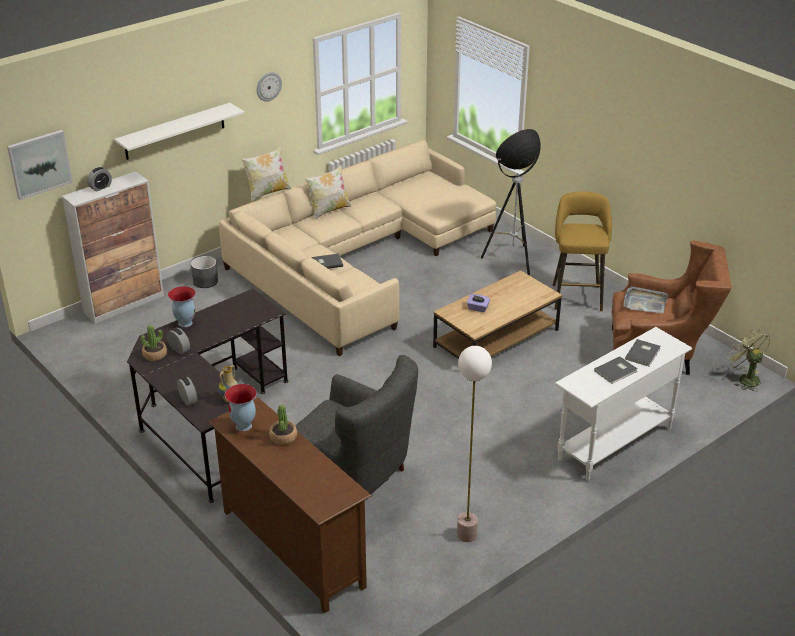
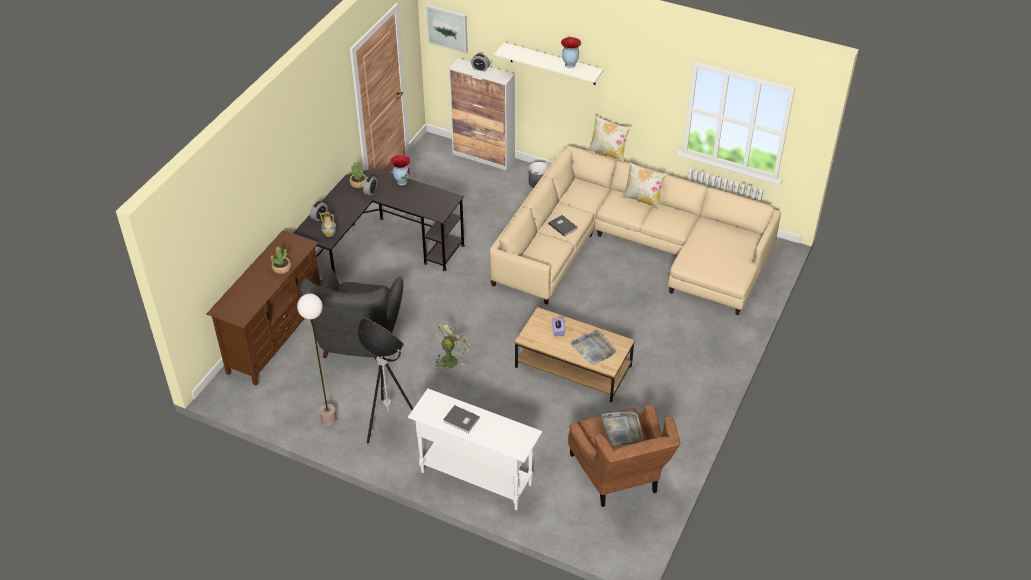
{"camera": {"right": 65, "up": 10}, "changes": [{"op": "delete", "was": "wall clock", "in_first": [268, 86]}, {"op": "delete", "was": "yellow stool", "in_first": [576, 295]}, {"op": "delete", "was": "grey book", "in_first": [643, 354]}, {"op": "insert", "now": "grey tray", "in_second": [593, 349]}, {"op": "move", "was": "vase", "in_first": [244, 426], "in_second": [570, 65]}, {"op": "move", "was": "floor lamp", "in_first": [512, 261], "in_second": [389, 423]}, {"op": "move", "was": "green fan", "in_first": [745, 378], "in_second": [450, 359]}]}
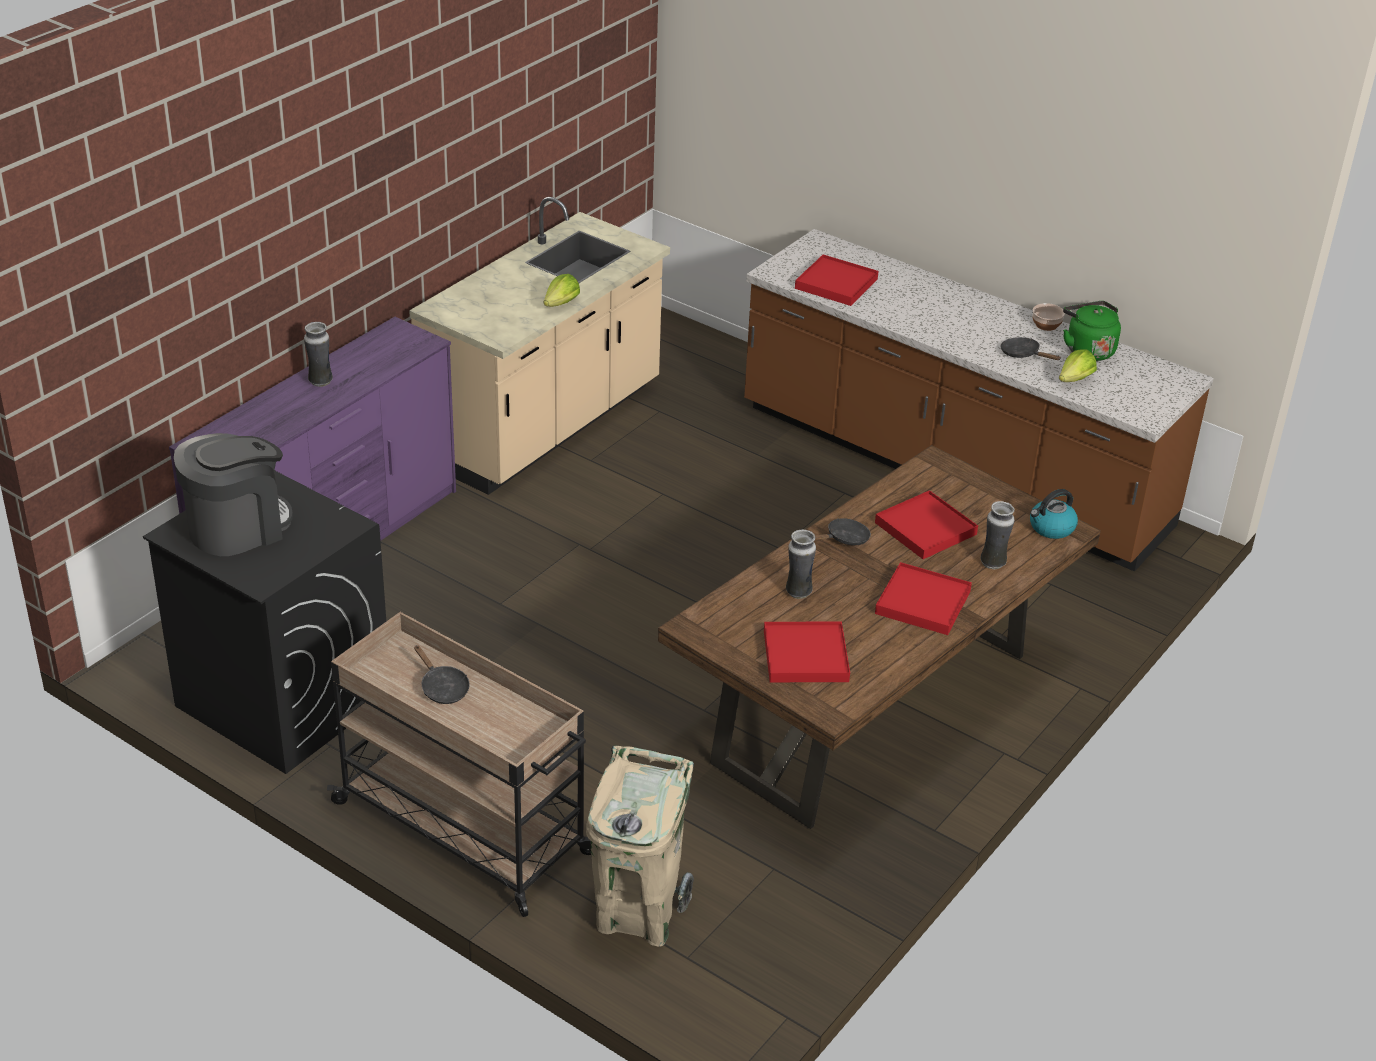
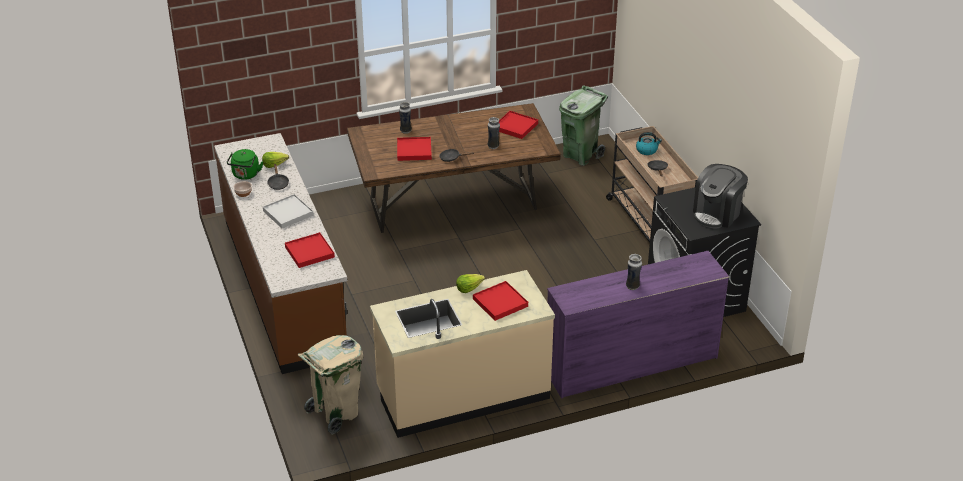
{"camera": {"right": -145, "up": 0}, "changes": [{"op": "insert", "now": "white tray", "in_second": [288, 213]}, {"op": "insert", "now": "green trash can", "in_second": [580, 155]}, {"op": "move", "was": "beige trash can", "in_first": [638, 914], "in_second": [336, 413]}, {"op": "move", "was": "red tray", "in_first": [922, 602], "in_second": [500, 303]}, {"op": "move", "was": "kettle", "in_first": [1051, 528], "in_second": [647, 150]}, {"op": "rotate", "was": "coffee machine", "in_first": [237, 527], "in_second": [717, 214], "clockwise": -45}]}
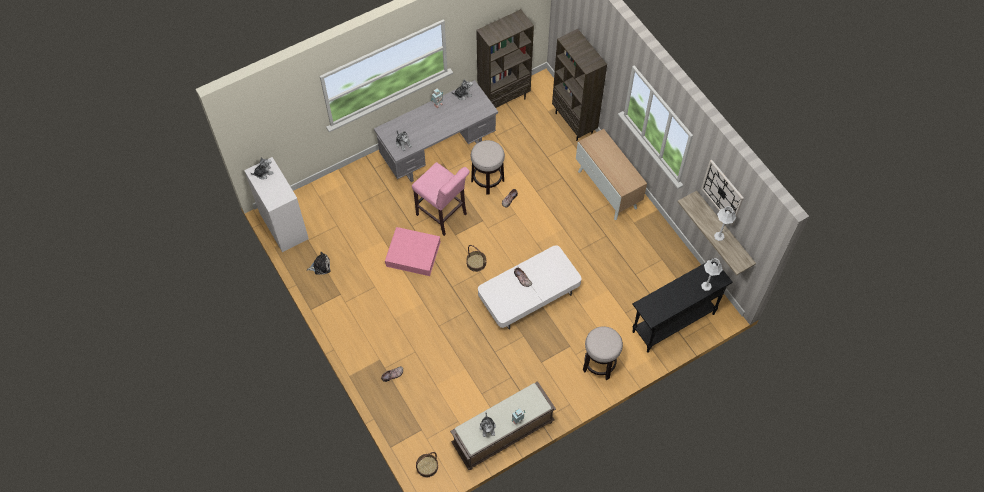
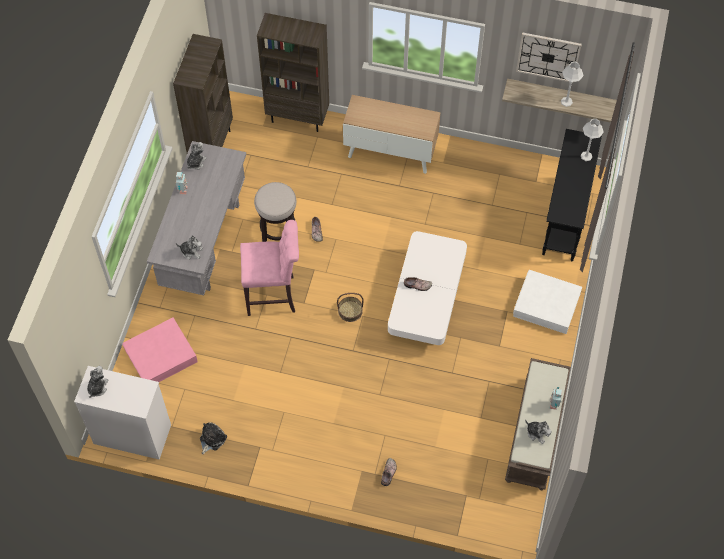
{"camera": {"right": -45, "up": 0}, "changes": [{"op": "delete", "was": "basket", "in_first": [427, 466]}, {"op": "move", "was": "pink storage box", "in_first": [413, 254], "in_second": [161, 355]}, {"op": "replace", "was": "stool", "now": "white storage box", "in_first": [599, 364], "in_second": [546, 305]}]}
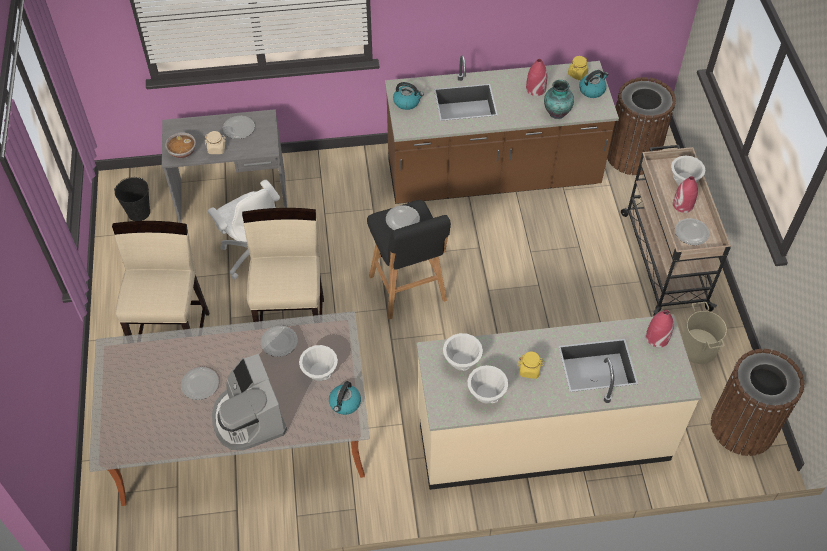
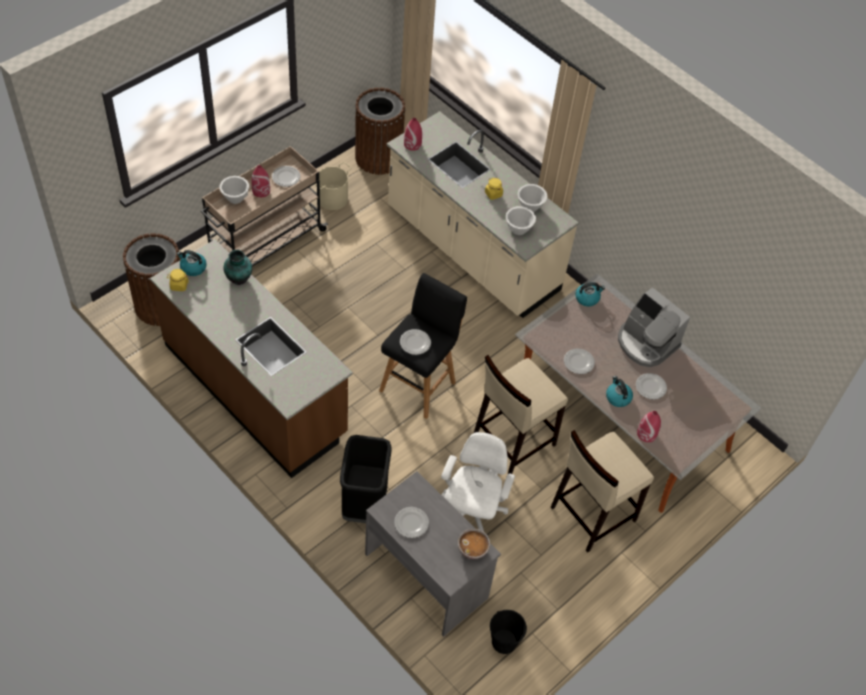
{"camera": {"right": -130, "up": 0}, "changes": [{"op": "delete", "was": "beige jar", "in_first": [217, 149]}, {"op": "delete", "was": "white bowl", "in_first": [319, 373]}, {"op": "insert", "now": "black trash can", "in_second": [364, 503]}, {"op": "move", "was": "kettle", "in_first": [407, 102], "in_second": [617, 397]}, {"op": "move", "was": "red vase", "in_first": [535, 89], "in_second": [647, 434]}, {"op": "rotate", "was": "coffee machine", "in_first": [249, 418], "in_second": [646, 343], "clockwise": 105}]}
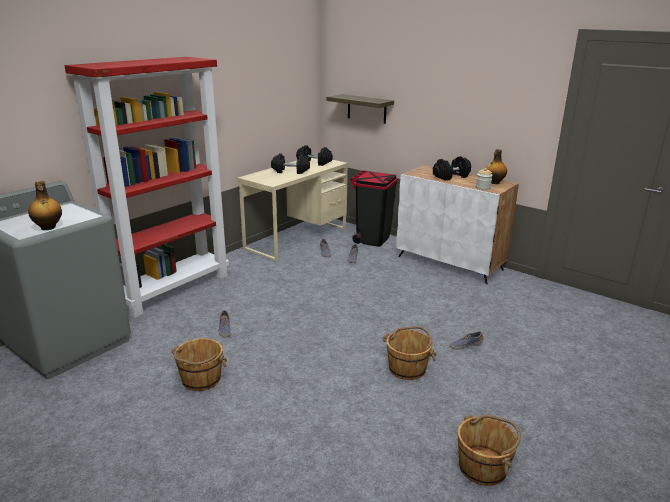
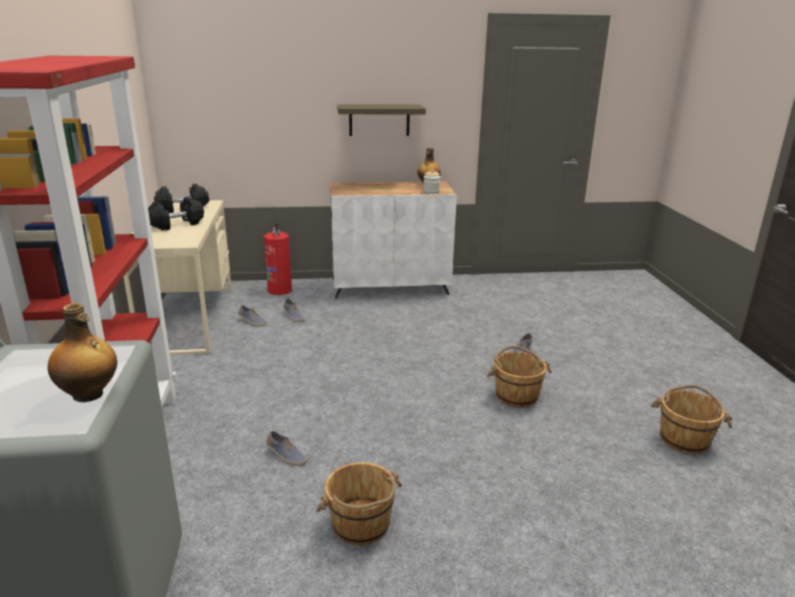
{"camera": {"right": -45, "up": 0}, "changes": [{"op": "delete", "was": "black dumbbell", "in_first": [451, 177]}, {"op": "move", "was": "shelf", "in_first": [366, 109], "in_second": [379, 120]}, {"op": "replace", "was": "black trash can", "now": "fire extinguisher", "in_first": [372, 239], "in_second": [279, 290]}]}
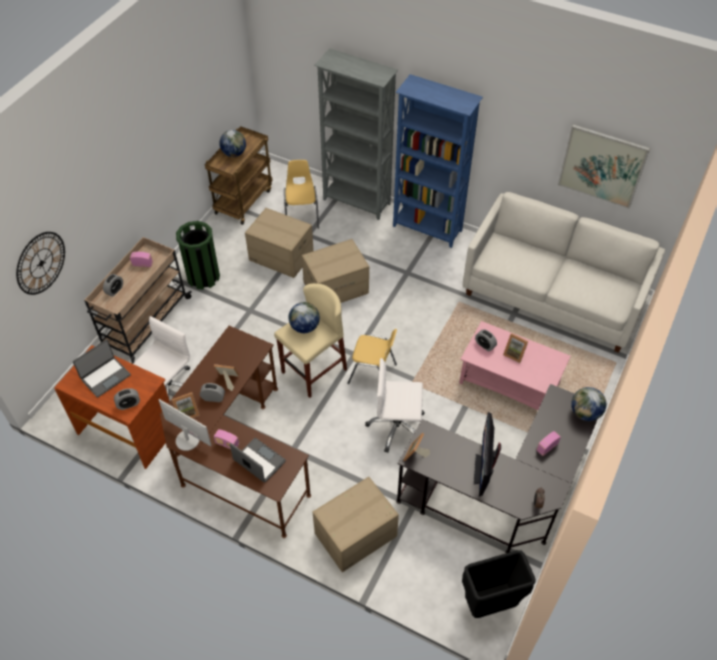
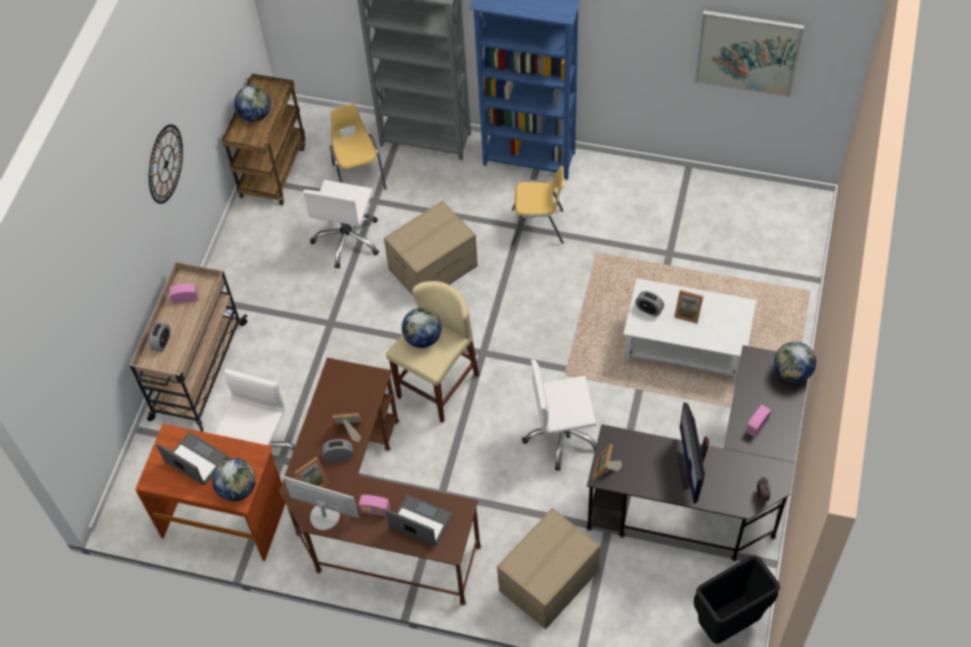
{"camera": {"right": -10, "up": 5}, "changes": [{"op": "delete", "was": "green trash can", "in_first": [203, 277]}, {"op": "delete", "was": "white sofa", "in_first": [553, 295]}, {"op": "move", "was": "wall clock", "in_first": [41, 263], "in_second": [165, 164]}, {"op": "move", "was": "yellow chair", "in_first": [373, 374], "in_second": [538, 227]}, {"op": "replace", "was": "alarm clock", "now": "globe", "in_first": [128, 404], "in_second": [238, 489]}, {"op": "replace", "was": "cardboard box", "now": "white office chair", "in_first": [281, 256], "in_second": [348, 239]}, {"op": "recolor", "was": "pink coffee table", "now": "white coffee table", "in_first": [510, 383], "in_second": [686, 347]}, {"op": "rotate", "was": "laptop", "in_first": [105, 377], "in_second": [195, 461], "clockwise": -90}]}
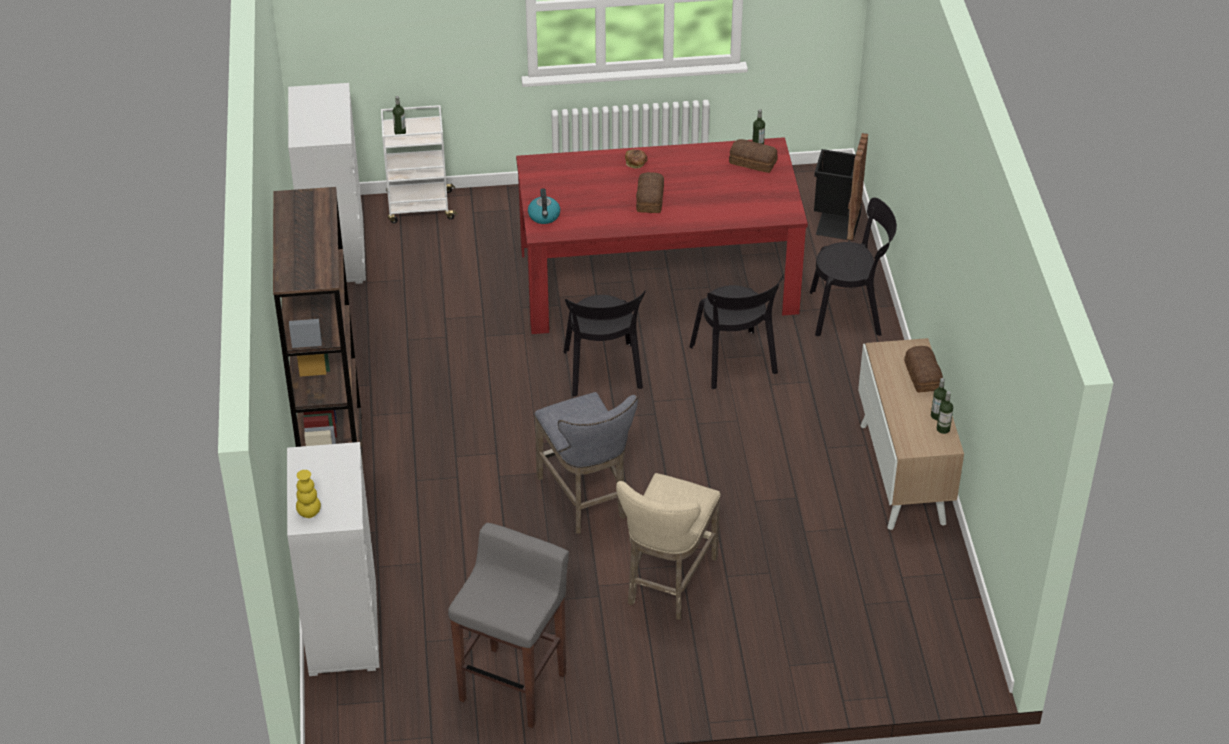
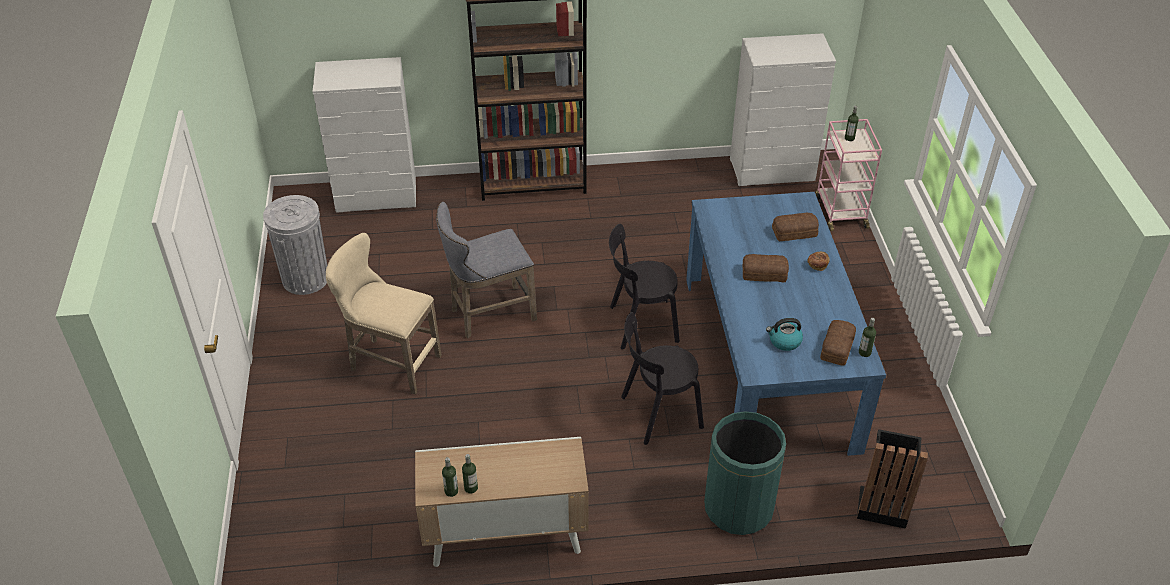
{"camera": {"right": 90, "up": 0}, "changes": [{"op": "delete", "was": "yellow vase", "in_first": [309, 513]}, {"op": "move", "was": "kettle", "in_first": [544, 216], "in_second": [784, 341]}, {"op": "move", "was": "bread", "in_first": [923, 375], "in_second": [795, 233]}, {"op": "replace", "was": "grey stool", "now": "grey trash can", "in_first": [514, 686], "in_second": [305, 278]}, {"op": "replace", "was": "black chair", "now": "green trash can", "in_first": [850, 313], "in_second": [738, 508]}, {"op": "recolor", "was": "white cart", "now": "pink cart", "in_first": [419, 207], "in_second": [840, 211]}, {"op": "recolor", "was": "red dining table", "now": "blue dining table", "in_first": [657, 280], "in_second": [768, 361]}]}
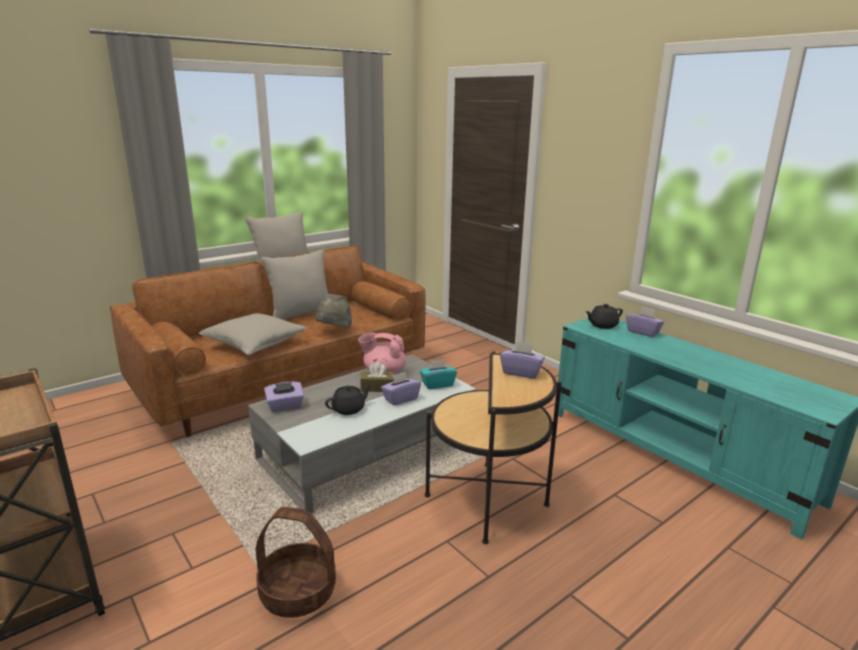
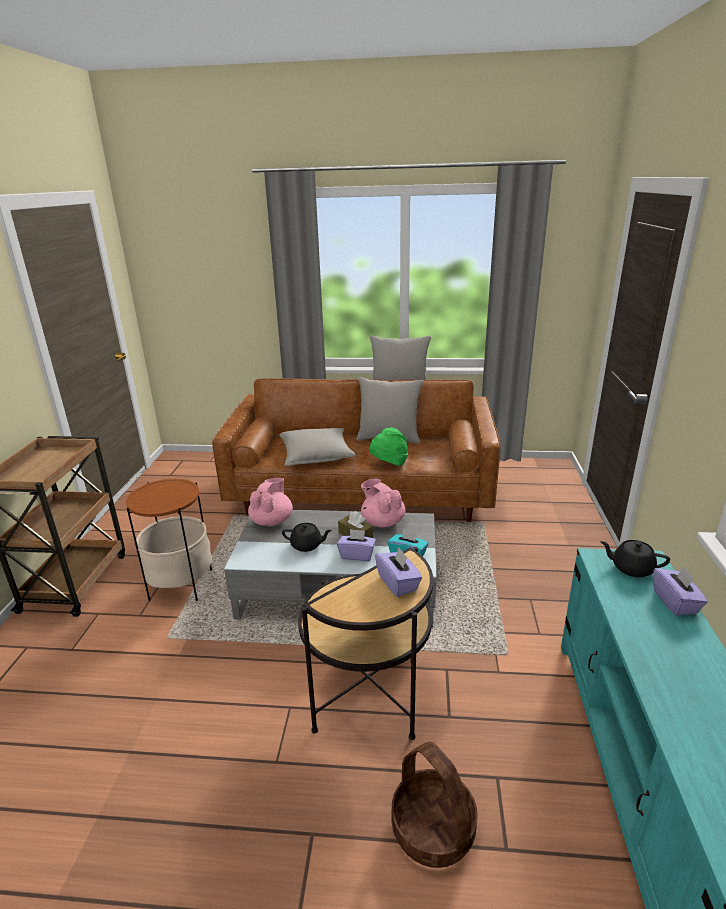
{"camera": {"right": 45, "up": 5}, "changes": [{"op": "insert", "now": "side table", "in_second": [181, 585]}, {"op": "move", "was": "basket", "in_first": [298, 592], "in_second": [434, 828]}, {"op": "replace", "was": "purple tissue box", "now": "pink teapot", "in_first": [285, 406], "in_second": [272, 521]}, {"op": "recolor", "was": "grey hat", "now": "green hat", "in_first": [334, 330], "in_second": [389, 464]}]}
